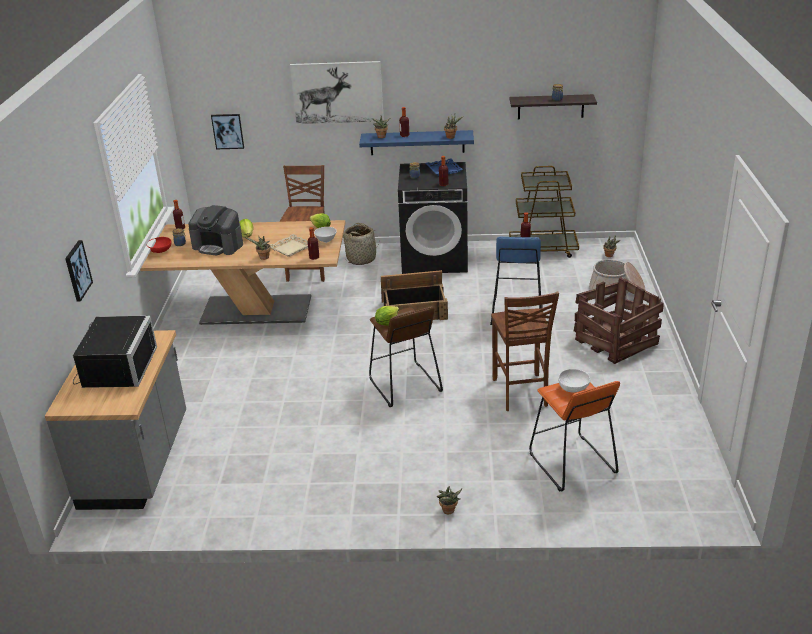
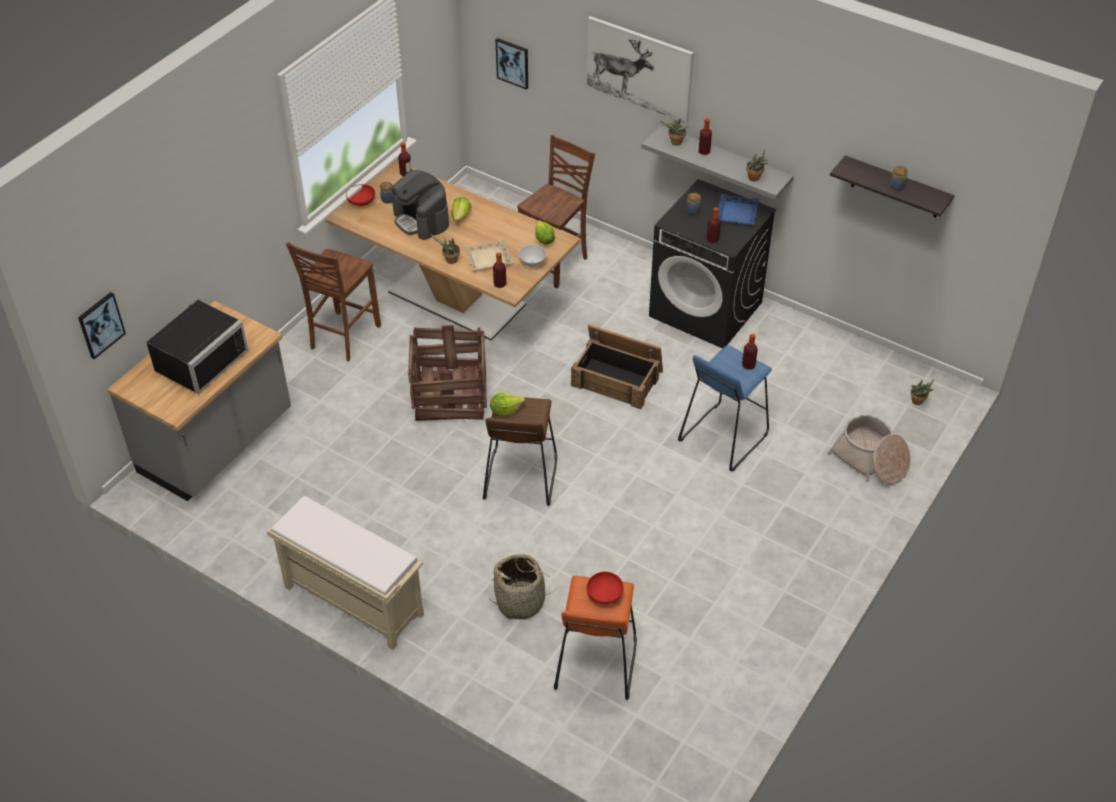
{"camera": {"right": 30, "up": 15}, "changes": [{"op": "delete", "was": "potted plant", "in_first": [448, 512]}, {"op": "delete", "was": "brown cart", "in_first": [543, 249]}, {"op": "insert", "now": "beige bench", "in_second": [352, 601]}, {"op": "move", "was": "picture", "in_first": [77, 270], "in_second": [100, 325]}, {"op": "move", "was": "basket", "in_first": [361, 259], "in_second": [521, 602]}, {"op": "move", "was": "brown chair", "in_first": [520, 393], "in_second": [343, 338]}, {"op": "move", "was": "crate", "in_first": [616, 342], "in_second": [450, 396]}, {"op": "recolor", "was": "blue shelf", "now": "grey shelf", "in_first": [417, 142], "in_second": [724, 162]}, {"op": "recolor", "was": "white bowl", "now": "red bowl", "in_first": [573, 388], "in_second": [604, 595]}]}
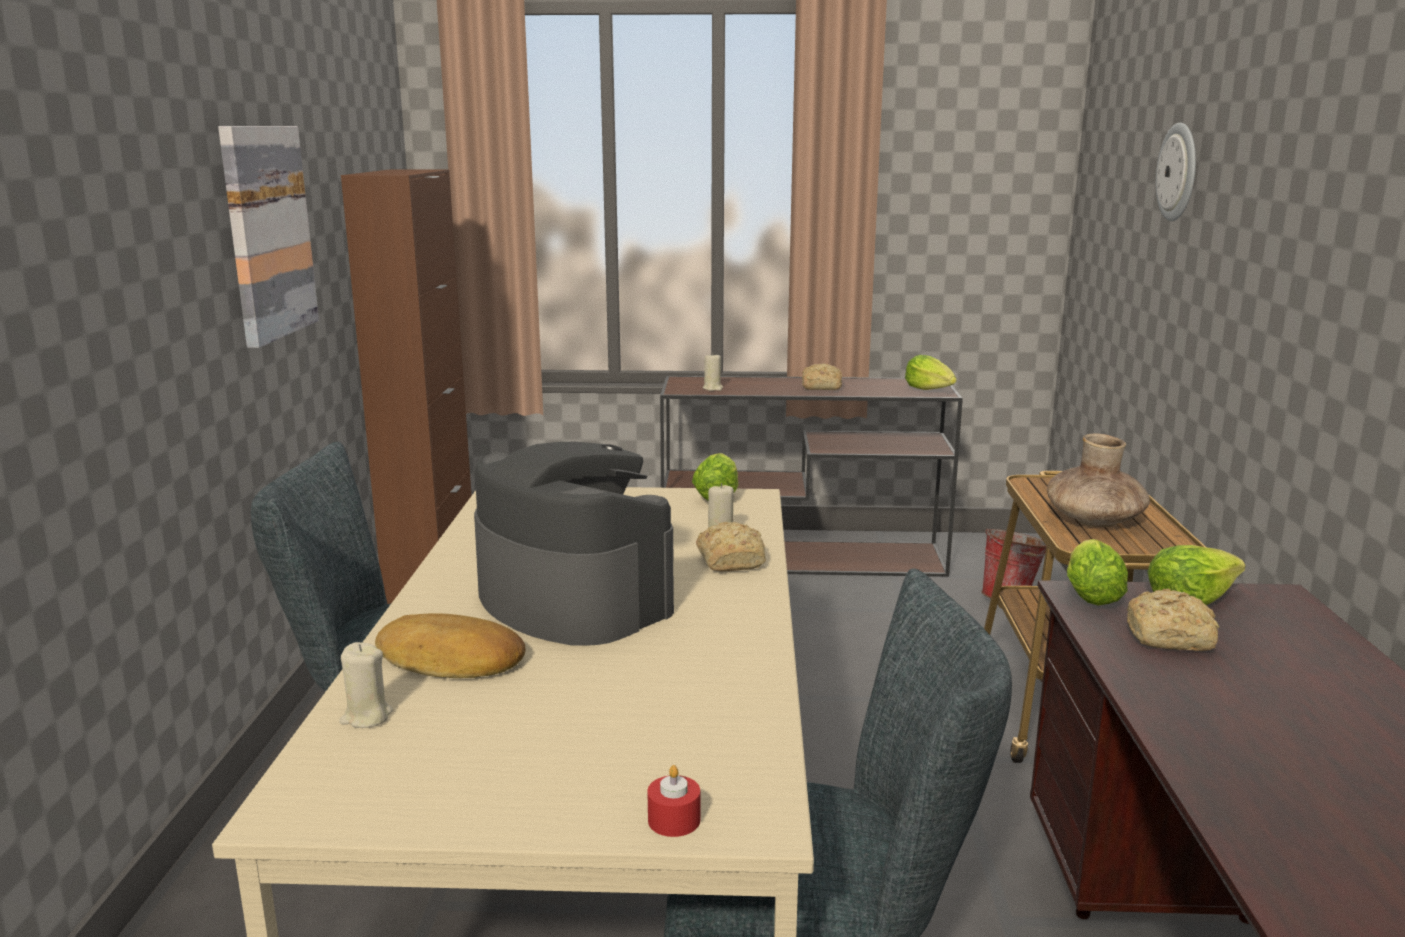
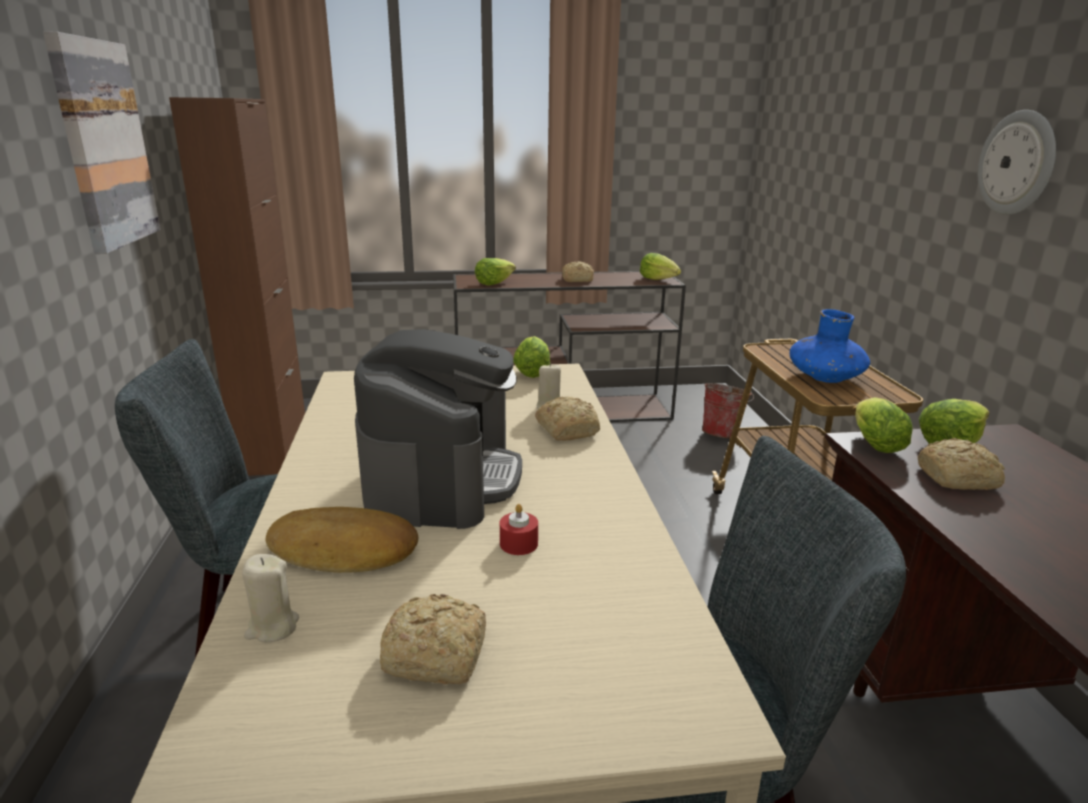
{"camera": {"right": -10, "up": 5}, "changes": [{"op": "insert", "now": "bread", "in_second": [438, 656]}, {"op": "move", "was": "red candle", "in_first": [674, 820], "in_second": [518, 543]}, {"op": "move", "was": "wall clock", "in_first": [1178, 172], "in_second": [1017, 163]}, {"op": "replace", "was": "beige candle", "now": "lettuce", "in_first": [713, 388], "in_second": [494, 283]}, {"op": "recolor", "was": "brown vase", "now": "blue vase", "in_first": [1094, 520], "in_second": [825, 377]}, {"op": "rotate", "was": "coffee machine", "in_first": [572, 600], "in_second": [442, 477], "clockwise": 60}]}
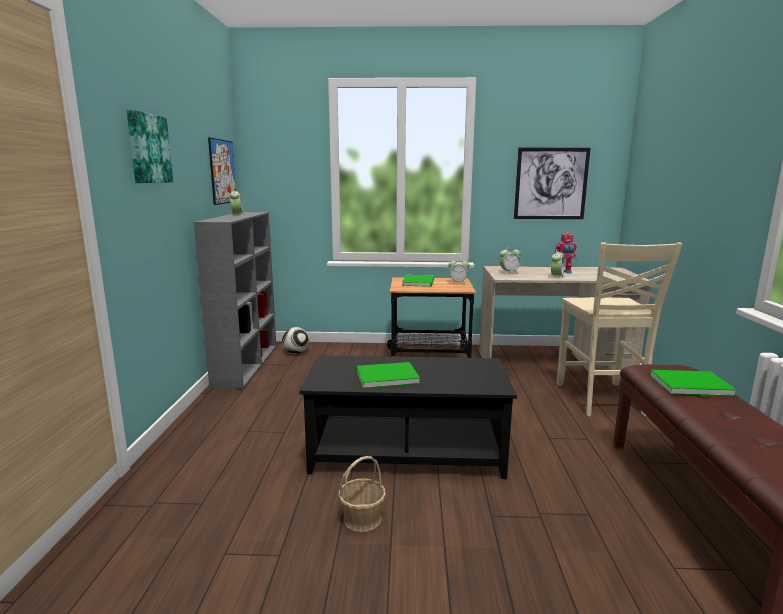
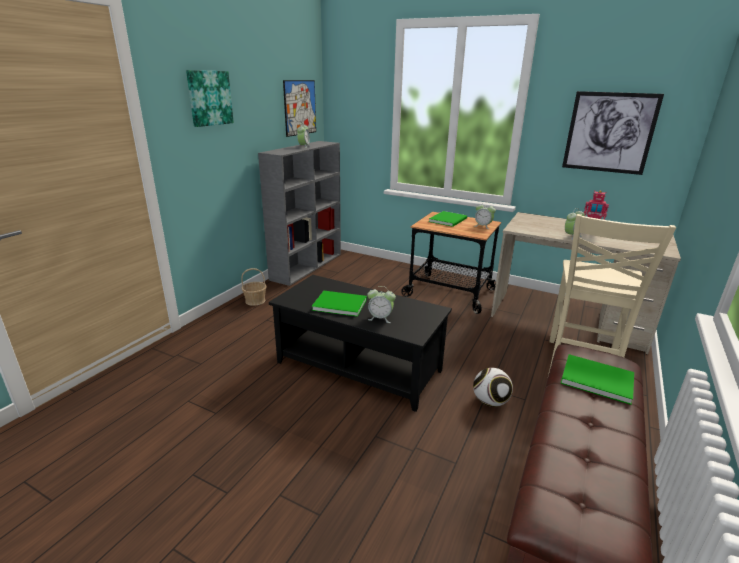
{"camera": {"right": 25, "up": 10}, "changes": [{"op": "move", "was": "football", "in_first": [296, 353], "in_second": [490, 402]}, {"op": "move", "was": "basket", "in_first": [362, 519], "in_second": [255, 301]}, {"op": "move", "was": "alarm clock", "in_first": [509, 273], "in_second": [380, 318]}]}
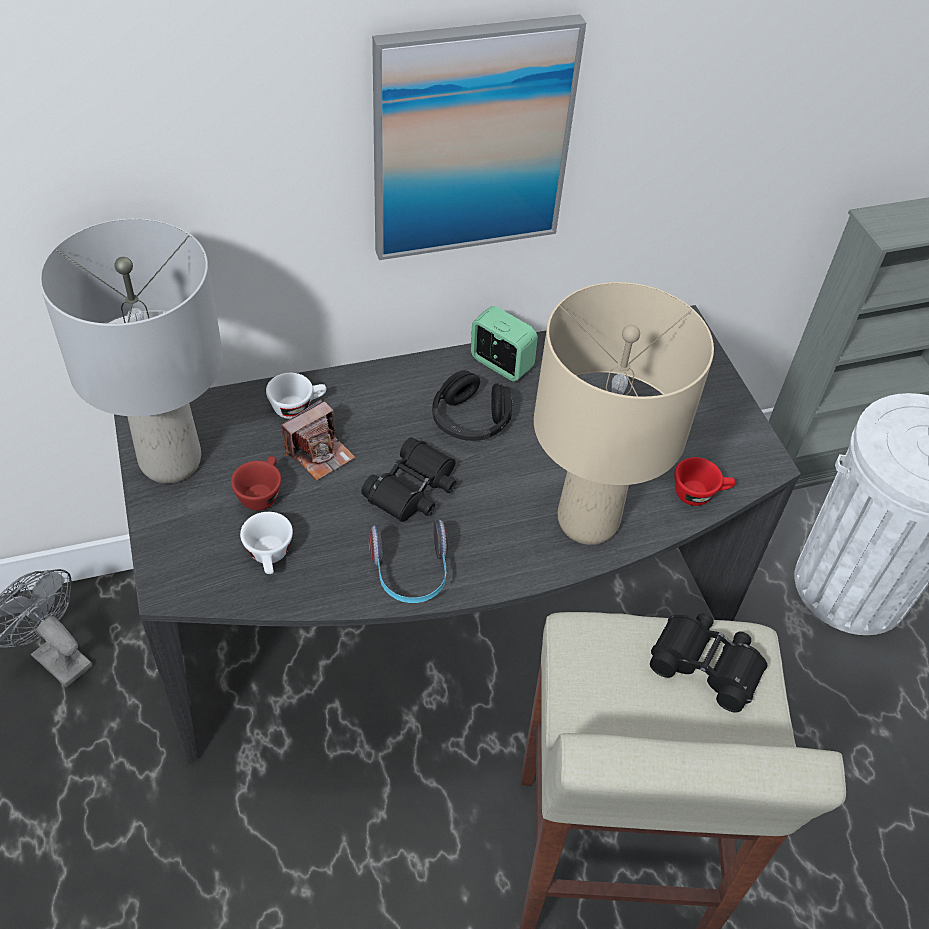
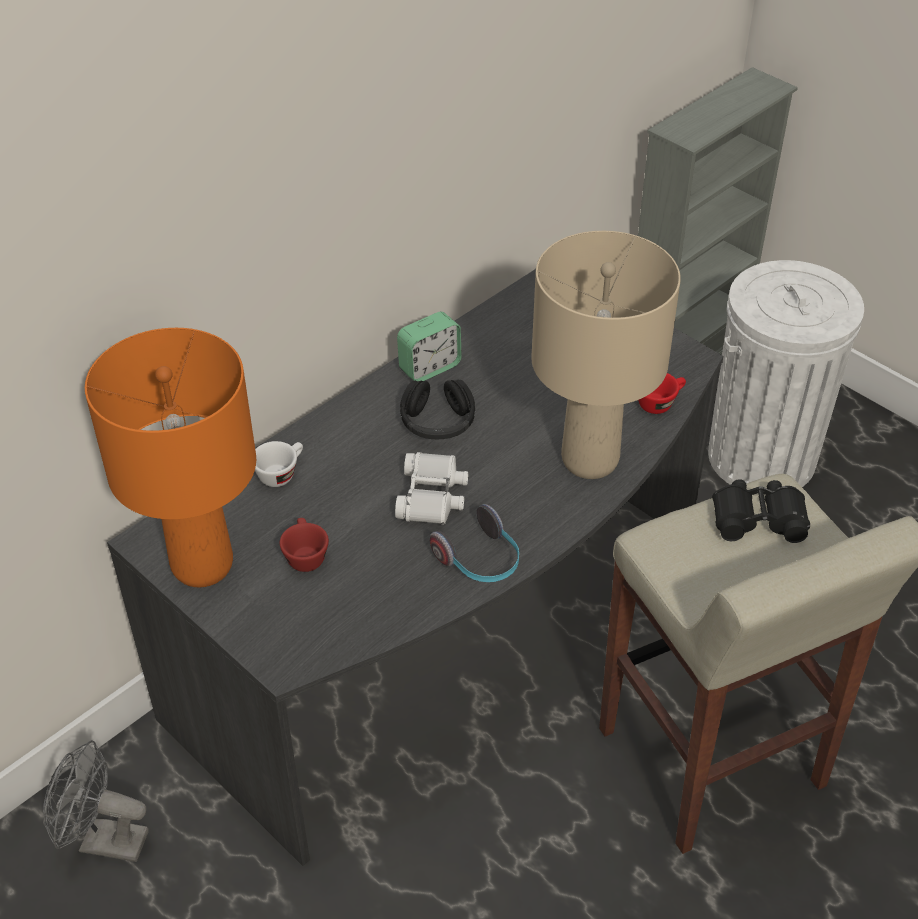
{"camera": {"right": -25, "up": -5}, "changes": [{"op": "delete", "was": "white cup", "in_first": [270, 557]}, {"op": "delete", "was": "photo camera", "in_first": [319, 453]}, {"op": "delete", "was": "picture", "in_first": [471, 140]}, {"op": "recolor", "was": "grey table lamp", "now": "orange table lamp", "in_first": [170, 462], "in_second": [202, 566]}, {"op": "recolor", "was": "black binoculars", "now": "white binoculars", "in_first": [413, 489], "in_second": [432, 496]}, {"op": "rotate", "was": "alarm clock", "in_first": [501, 364], "in_second": [429, 367], "clockwise": 135}]}
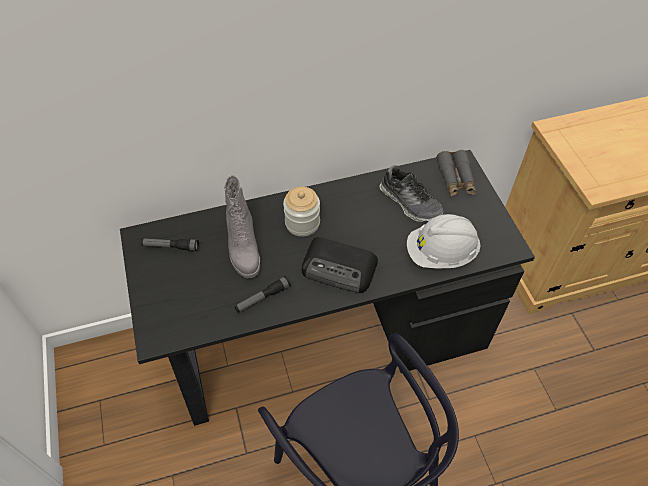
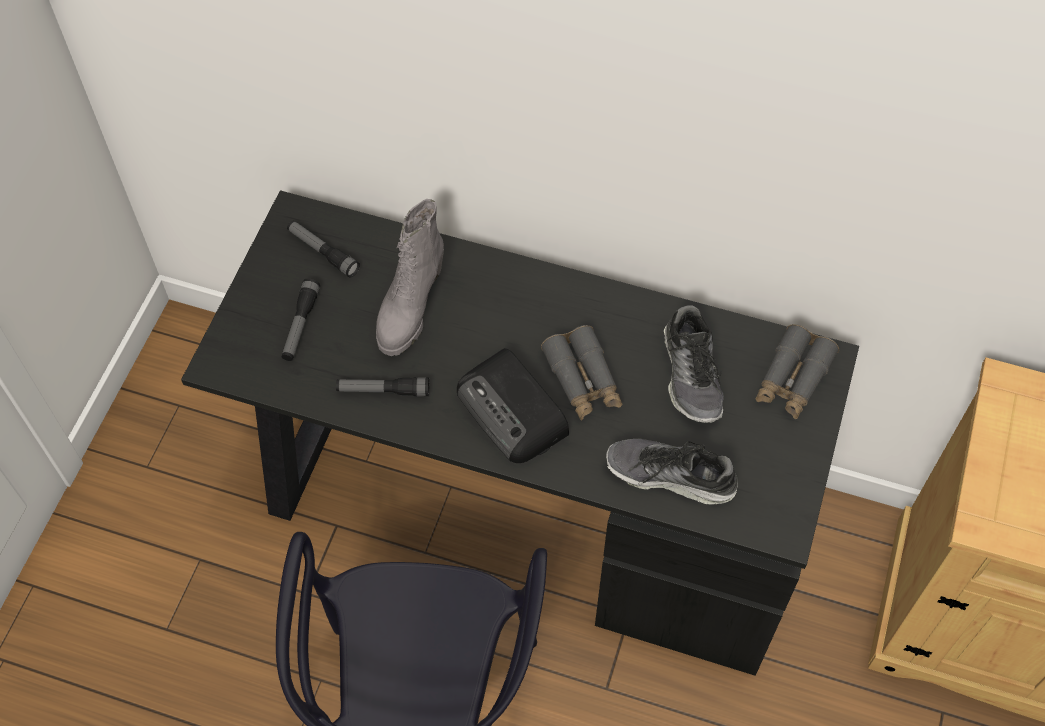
{"camera": {"right": 35, "up": 5}, "changes": [{"op": "delete", "was": "jar", "in_first": [302, 223]}, {"op": "insert", "now": "flashlight", "in_second": [300, 325]}, {"op": "insert", "now": "grey binoculars", "in_second": [583, 380]}, {"op": "replace", "was": "white hard hat", "now": "shoe", "in_first": [441, 254], "in_second": [670, 476]}]}
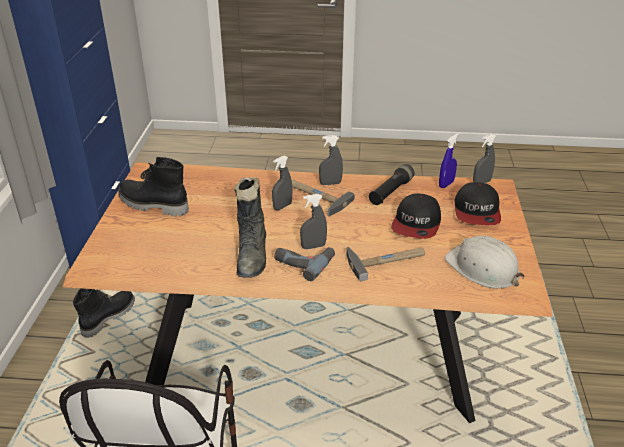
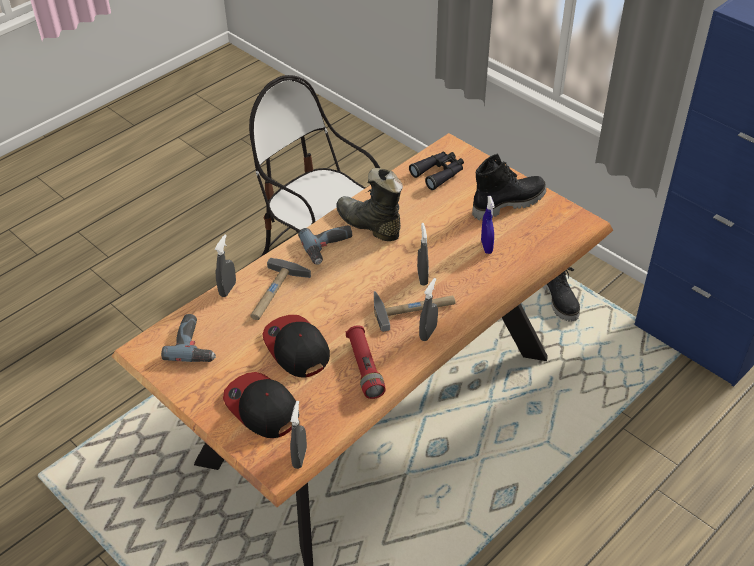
{"camera": {"right": 130, "up": 10}, "changes": [{"op": "insert", "now": "black binoculars", "in_second": [439, 173]}, {"op": "move", "was": "grey spray bottle", "in_first": [313, 246], "in_second": [227, 289]}, {"op": "move", "was": "blue spray bottle", "in_first": [446, 184], "in_second": [486, 247]}, {"op": "replace", "was": "white hard hat", "now": "power drill", "in_first": [483, 268], "in_second": [195, 344]}, {"op": "recolor", "was": "black flashlight", "now": "red flashlight", "in_first": [391, 192], "in_second": [365, 368]}]}
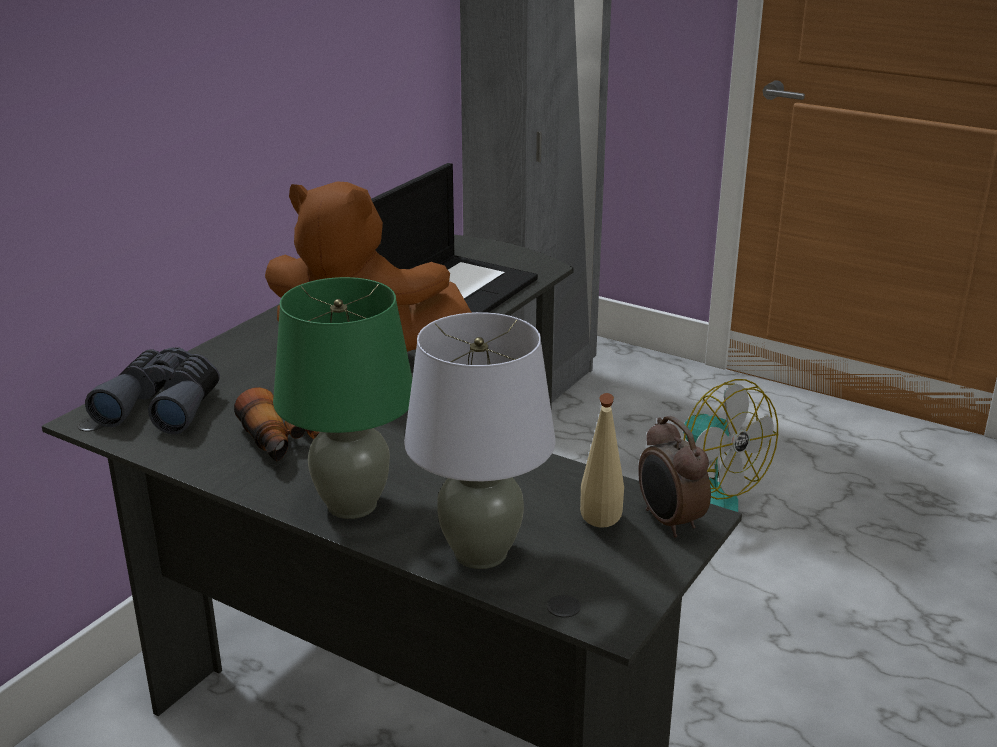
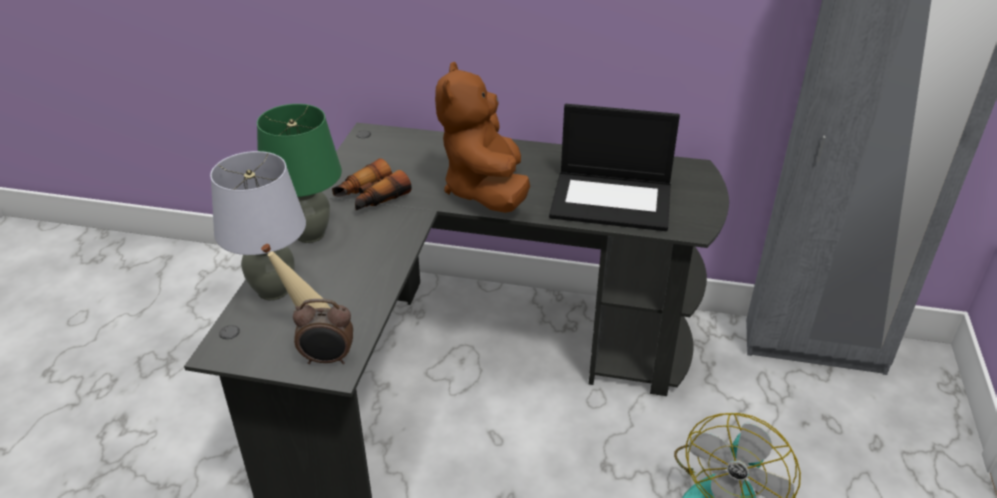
{"camera": {"right": 70, "up": 10}, "changes": [{"op": "delete", "was": "grey binoculars", "in_first": [164, 405]}, {"op": "rotate", "was": "alarm clock", "in_first": [669, 522], "in_second": [328, 359], "clockwise": -135}]}
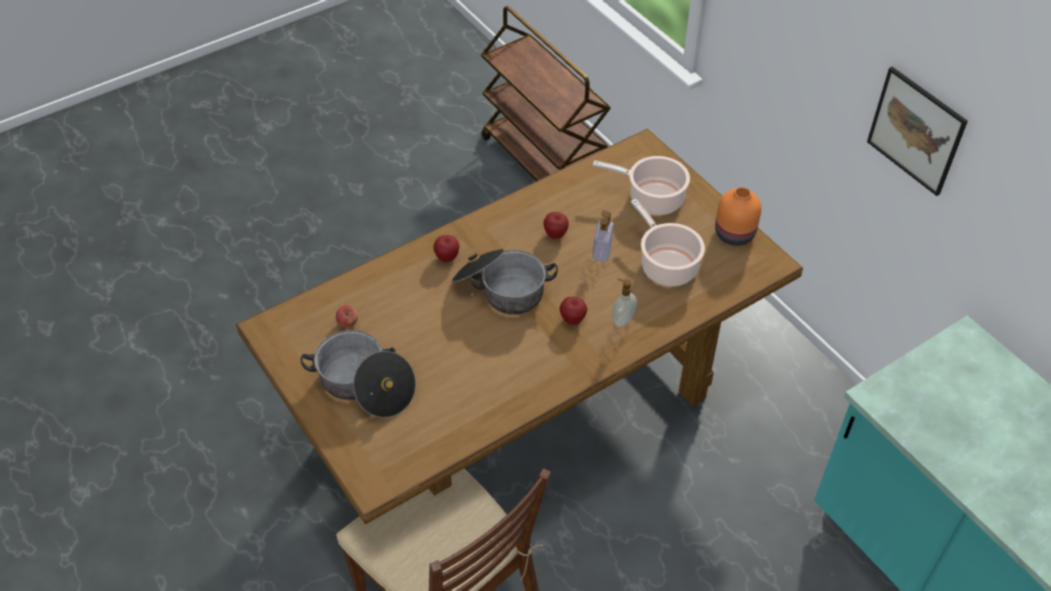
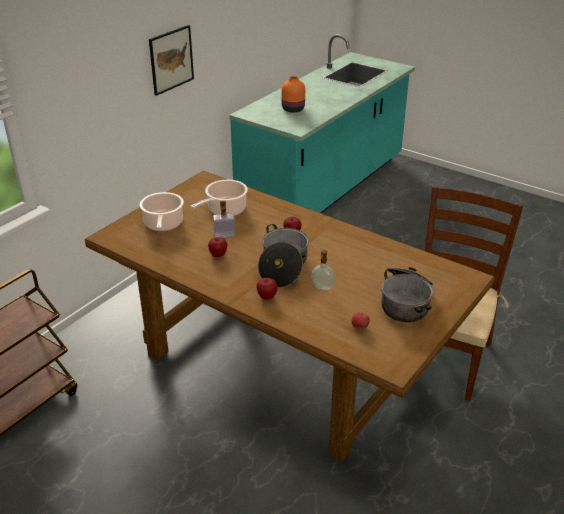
{"camera": {"right": -110, "up": -15}, "changes": [{"op": "move", "was": "soap dispenser", "in_first": [622, 319], "in_second": [322, 288]}, {"op": "move", "was": "orange vase", "in_first": [733, 234], "in_second": [293, 109]}]}
